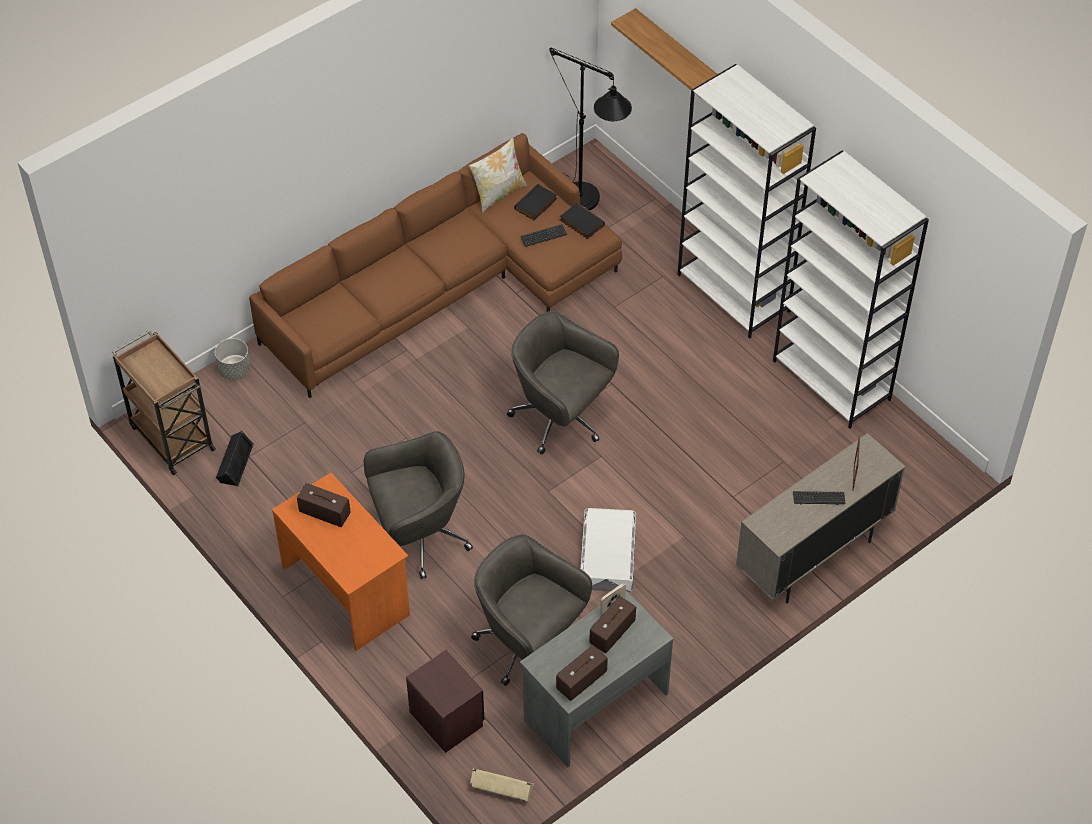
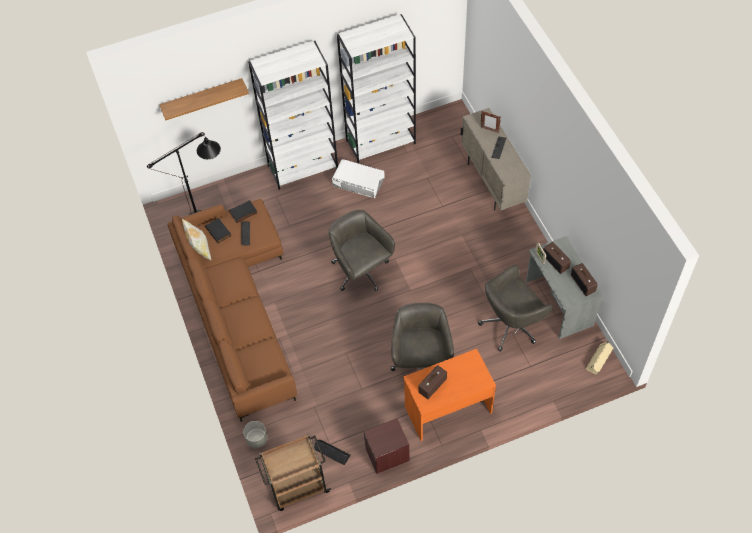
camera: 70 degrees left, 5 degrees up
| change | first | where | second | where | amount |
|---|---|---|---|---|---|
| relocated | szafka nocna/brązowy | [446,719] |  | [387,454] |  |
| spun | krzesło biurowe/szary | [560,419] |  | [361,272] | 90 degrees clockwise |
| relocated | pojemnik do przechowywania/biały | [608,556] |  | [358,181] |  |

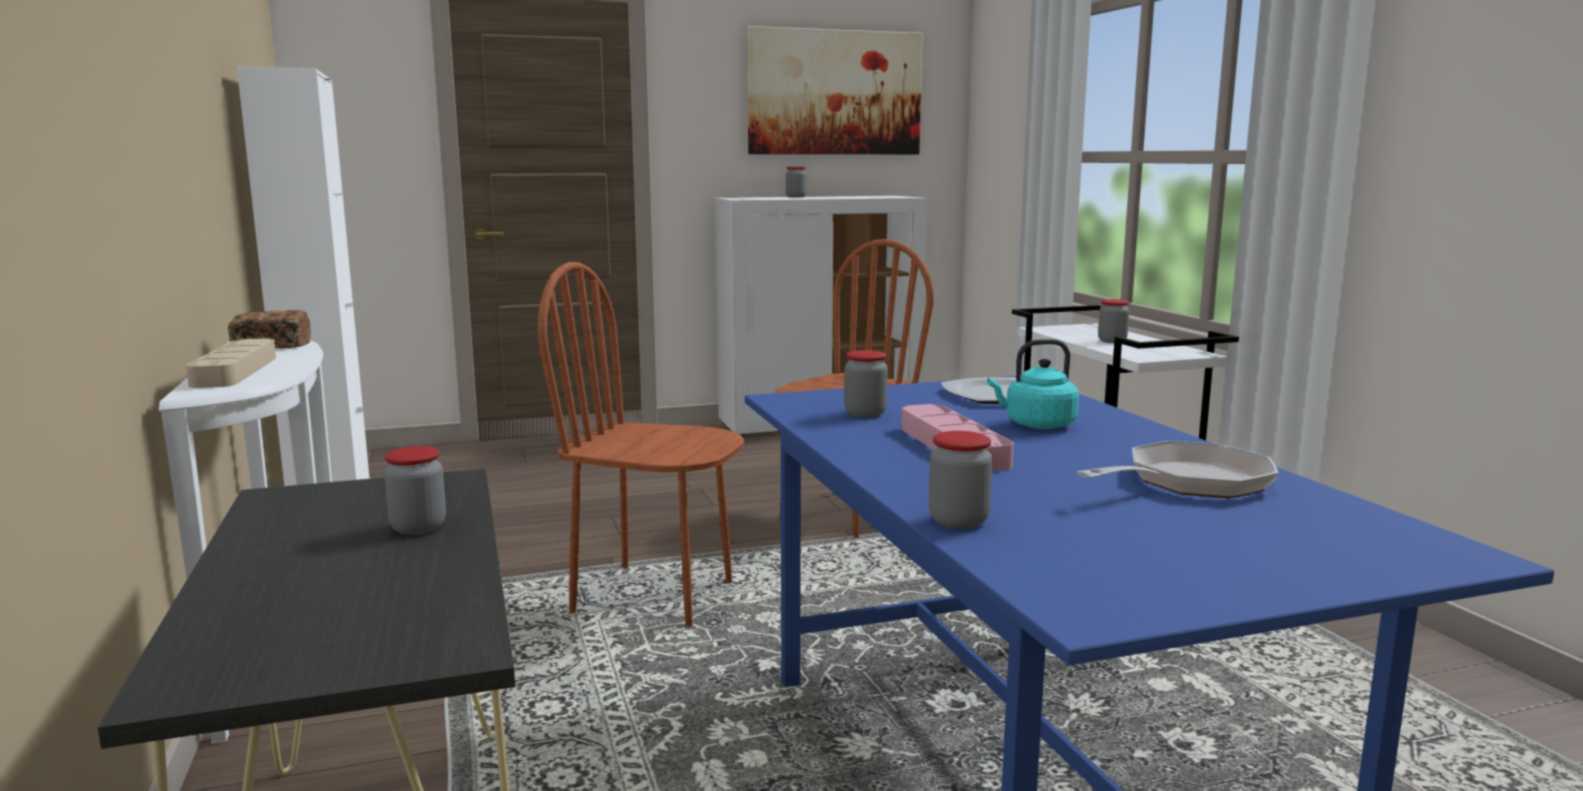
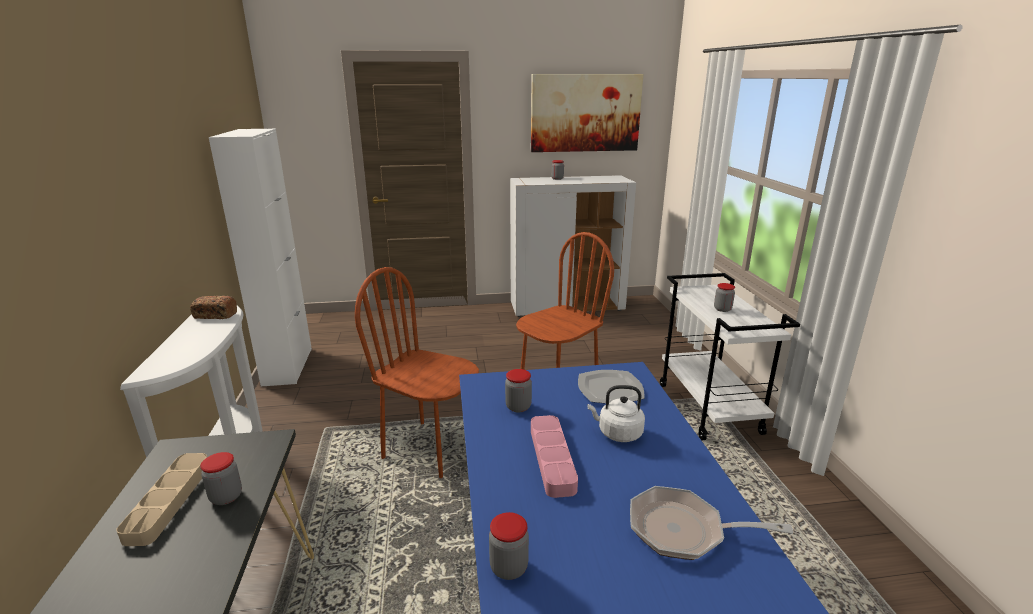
camera: 10 degrees right, 10 degrees up
| change | first | where | second | where | amount |
|---|---|---|---|---|---|
| relocated | taca/beżowy | [235,371] |  | [169,501] |  |
| colour | czajnik/turkusowy | [1036,425] | czajnik/biały | [617,433] |  |
| spun | patelnia | [1189,482] |  | [684,530] | 150 degrees counterclockwise |

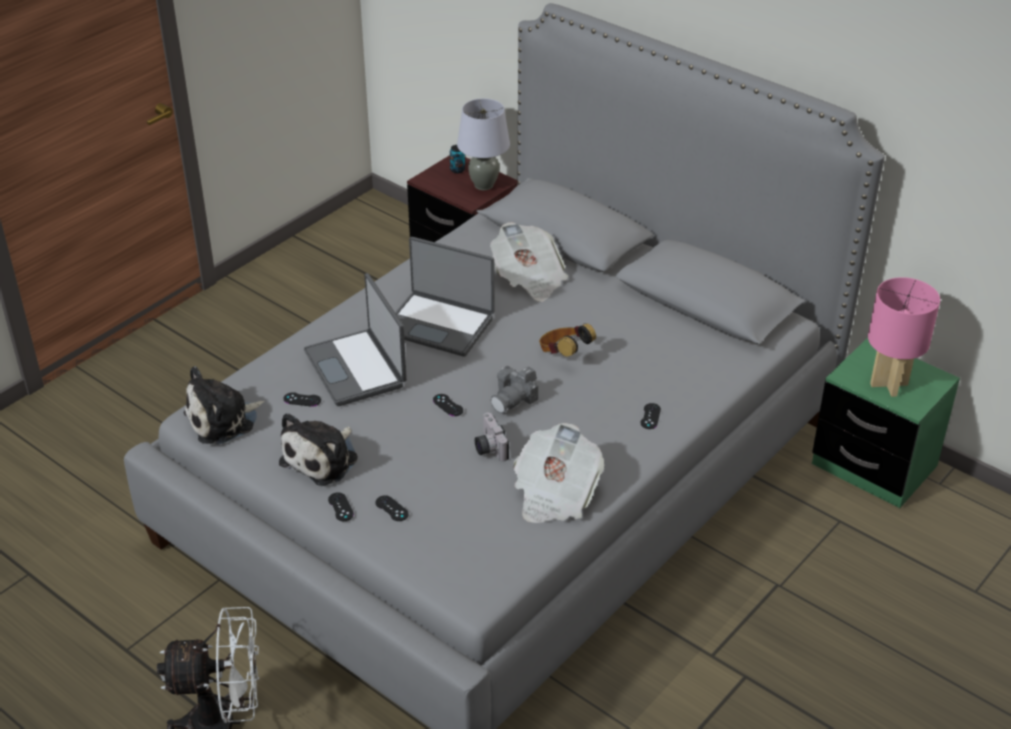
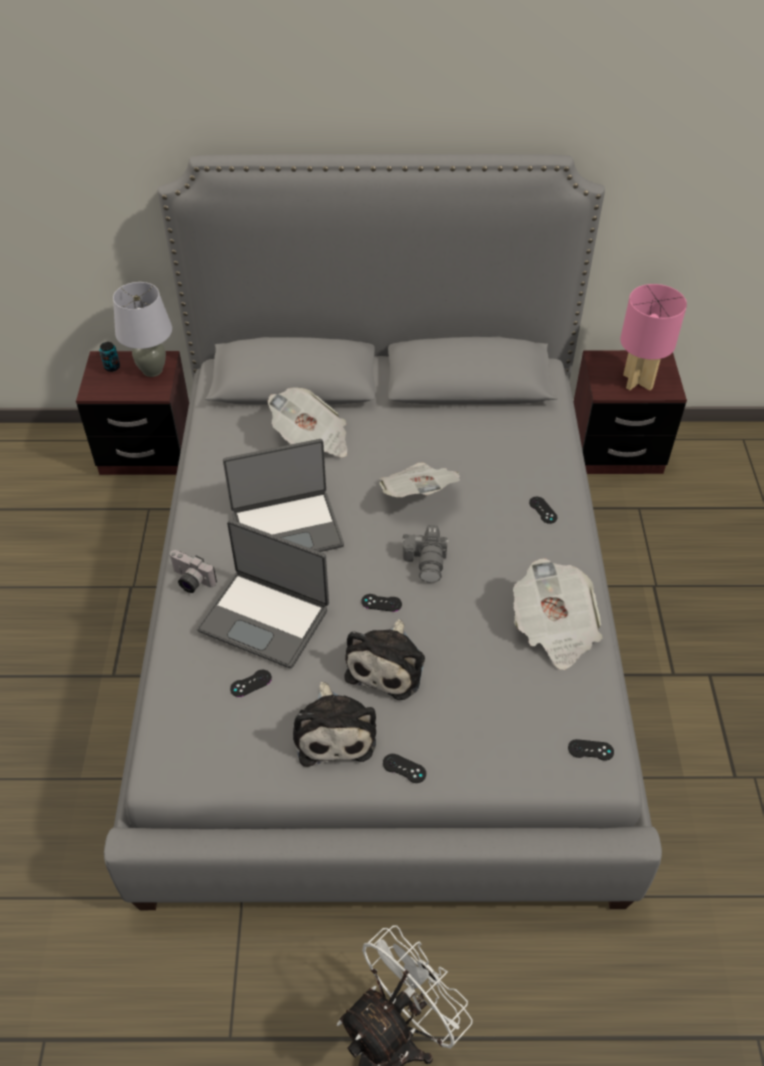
camera: 40 degrees left, 10 degrees up
| change | first | where | second | where | amount |
|---|---|---|---|---|---|
| relocated | pluszak | [224,420] |  | [388,664] |  |
| relocated | pad do gier/czarny | [391,508] |  | [590,750] |  |
| relocated | aparat fotograficzny | [488,447] |  | [190,581] |  |
| exchanged | słuchawki | [564,354] | gazeta | [418,494] |  |
| colour | szafka nocna/zielony | [873,465] | szafka nocna/brązowy | [615,450] |  |

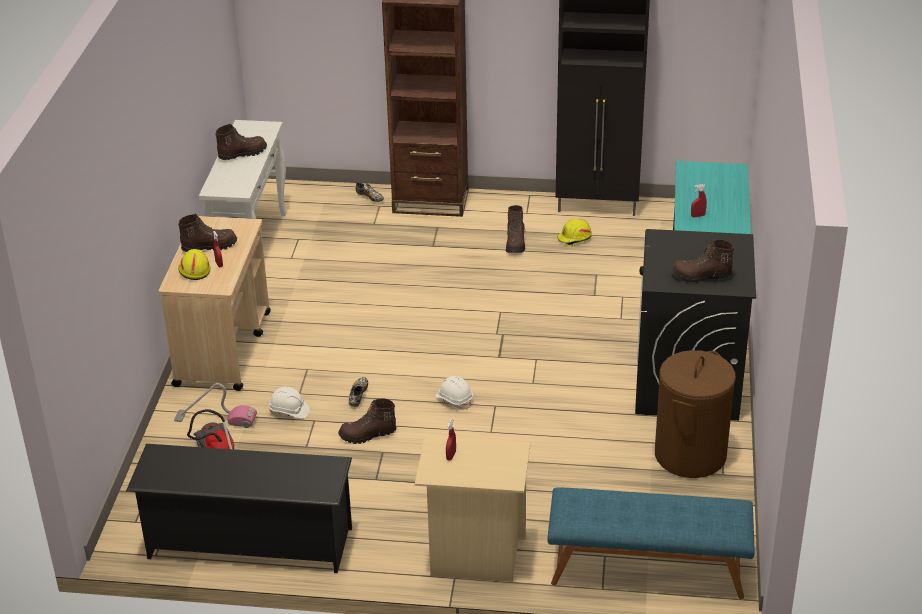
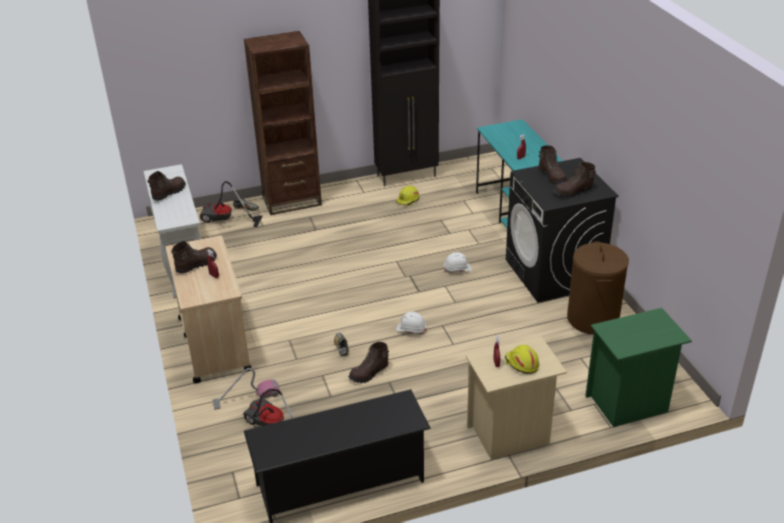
camera: 25 degrees left, 0 degrees up
| change | first | where | second | where | amount |
|---|---|---|---|---|---|
| relocated | kask/żółty | [194,270] |  | [521,364] |  |
| relocated | kask/biały | [289,411] |  | [457,269] |  |
| relocated | but z cholewką/brązowy | [515,243] |  | [552,177] |  |
| exchanged | ławka/niebieski | [647,570] | szafka nocna/zielony | [628,404] |  |
| appeared |  |  | odkurzacz | [225,220] |  |

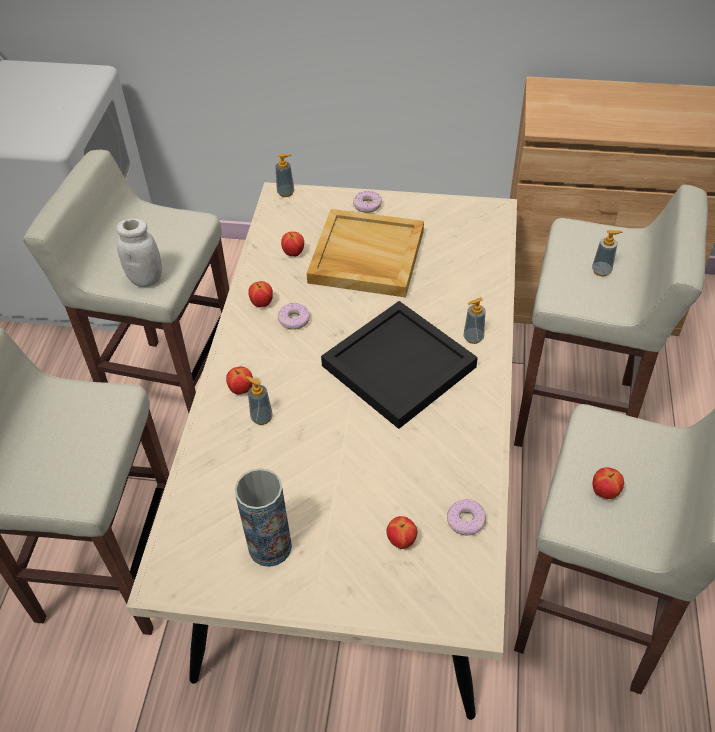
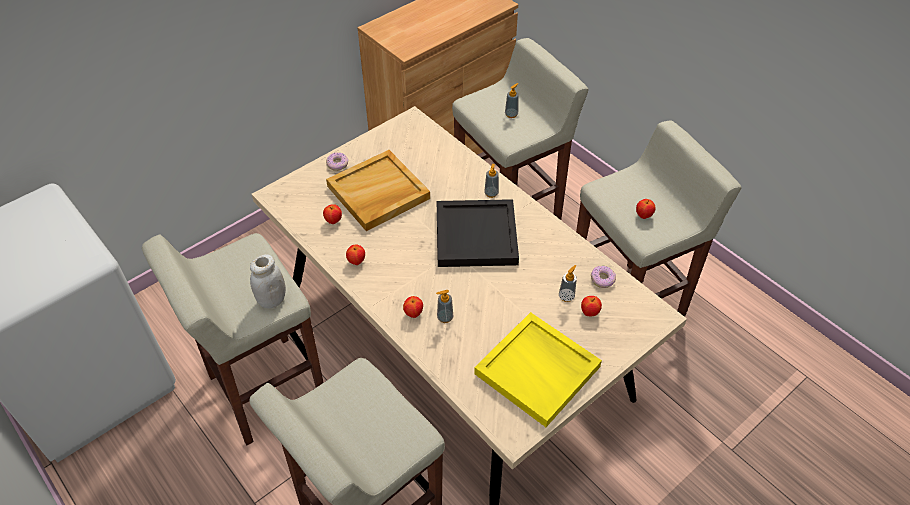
camera: 50 degrees left, 0 degrees up
| change | first | where | second | where | amount |
|---|---|---|---|---|---|
| exchanged | wazon | [270,547] | taca/żółty | [538,370] |  |
| relocated | dozownik mydła | [286,192] |  | [566,296] |  |
| missing | donut | [294,320] |  |  |  |

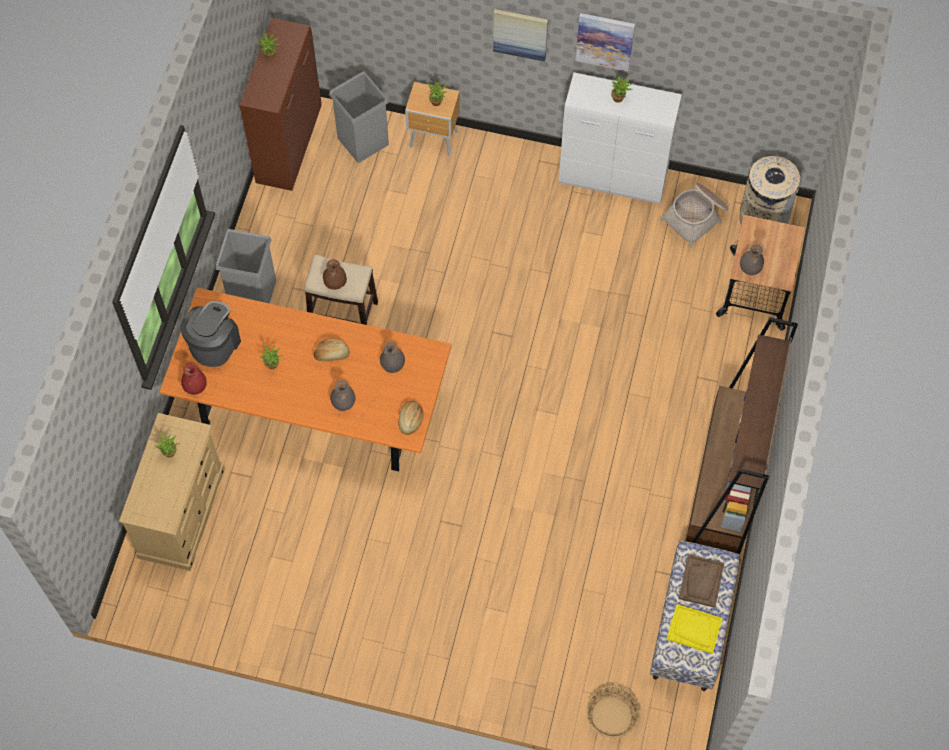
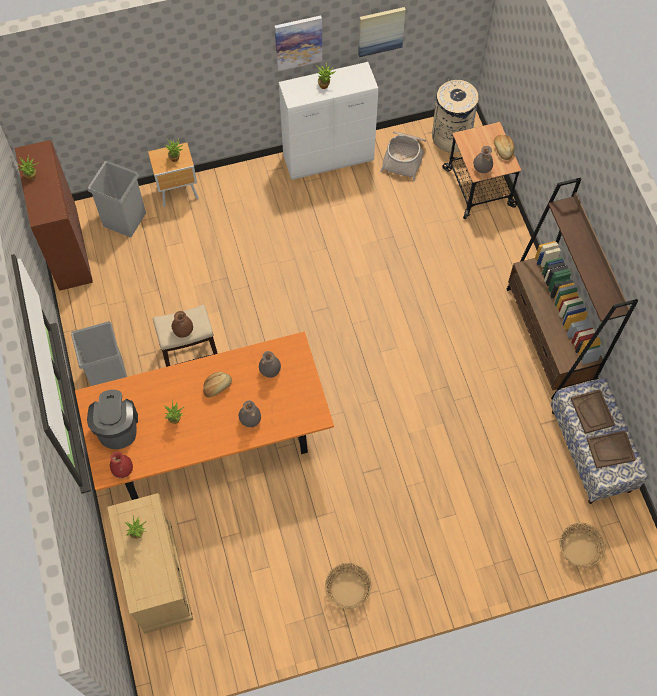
camera: 30 degrees left, 0 degrees up
| change | first | where | second | where | amount |
|---|---|---|---|---|---|
| relocated | chleb | [410,420] |  | [502,150] |  |
| relocated | obraz | [520,33] |  | [380,31] |  |
| colour | taca/żółty | [694,629] | taca/brązowy | [610,450] |  |
| appeared |  |  | koszyk | [347,589] |  |

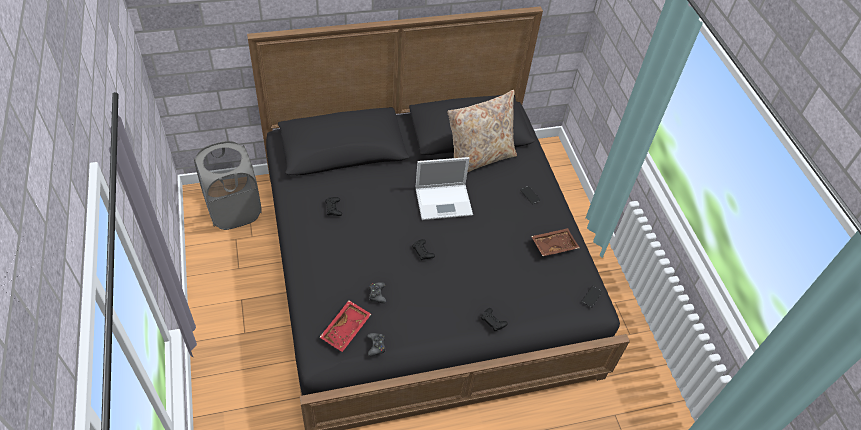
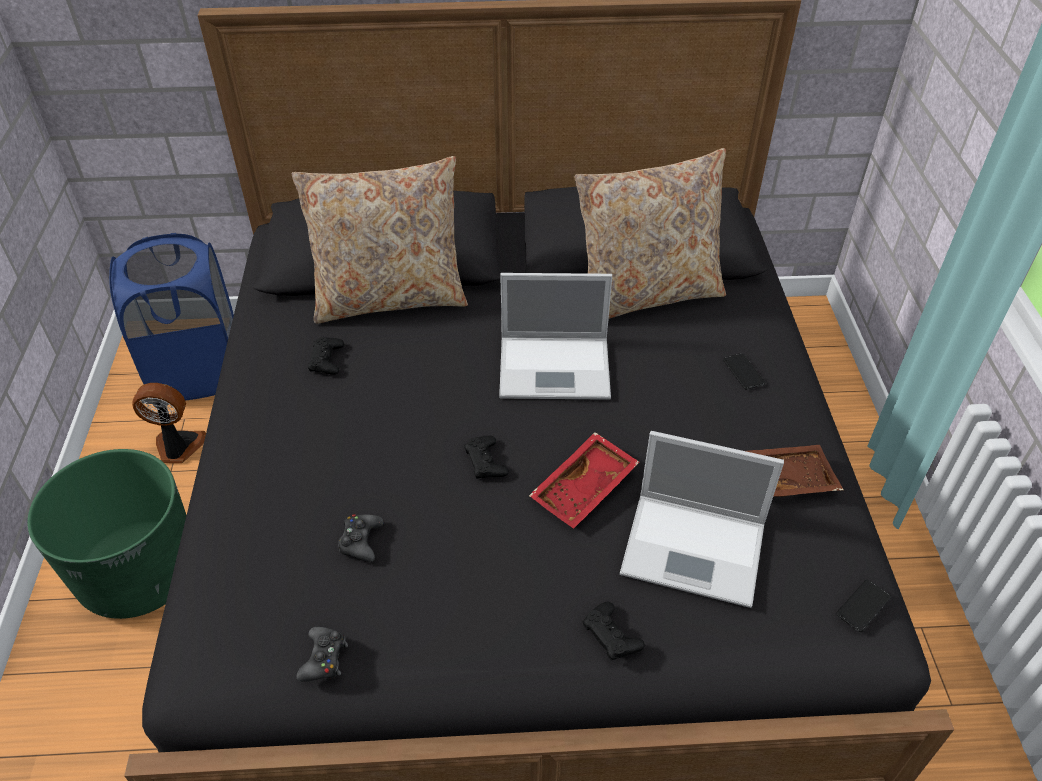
camera: 15 degrees right, 5 degrees down
| change | first | where | second | where | amount |
|---|---|---|---|---|---|
| colour | kosz na pranie/szary | [234,210] | kosz na pranie/niebieski | [198,370] |  |
| relocated | taca/czerwony | [346,329] |  | [585,489] |  |
| appeared |  |  | donica/zielony | [139,573] |  |
| appeared |  |  | wentylator | [178,447] |  |
| appeared |  |  | poduszka/beżowy | [390,297] |  |
| appeared |  |  | laptop | [696,549] |  |

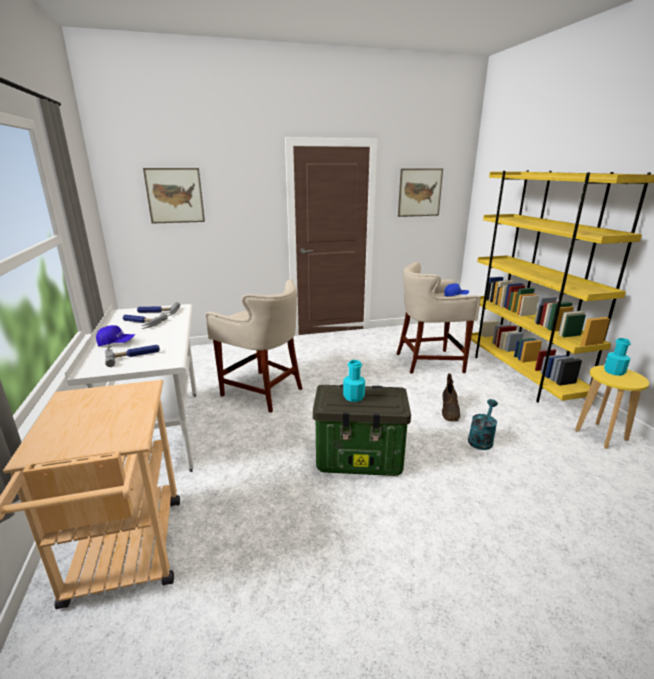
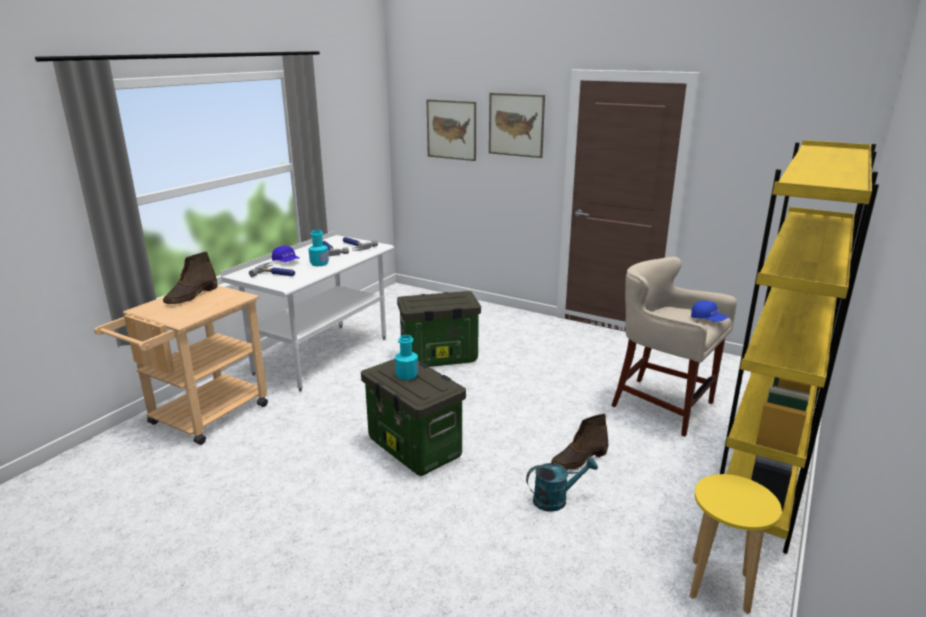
camera: 45 degrees right, 0 degrees up
| change | first | where | second | where | amount |
|---|---|---|---|---|---|
| exchanged | stołek/beżowy | [262,391] | pojemnik do przechowywania | [438,357] |  |
| relocated | obraz | [420,192] |  | [516,125] |  |
| relocated | butelka/turkusowy | [614,371] |  | [319,263] |  |
| appeared |  |  | but z cholewką/brązowy | [191,296] |  |

